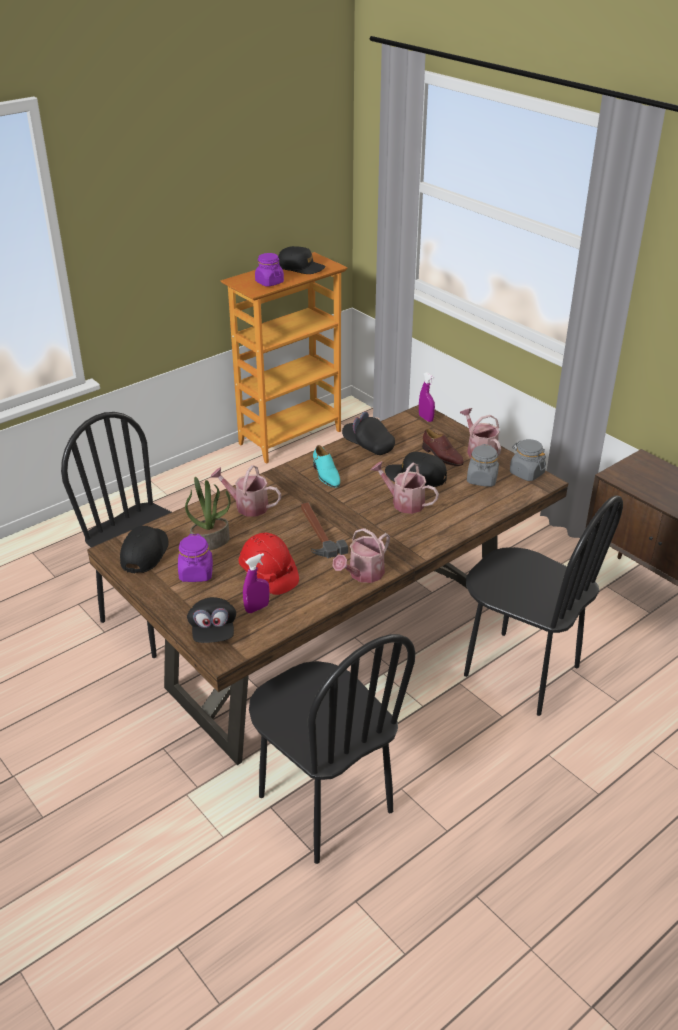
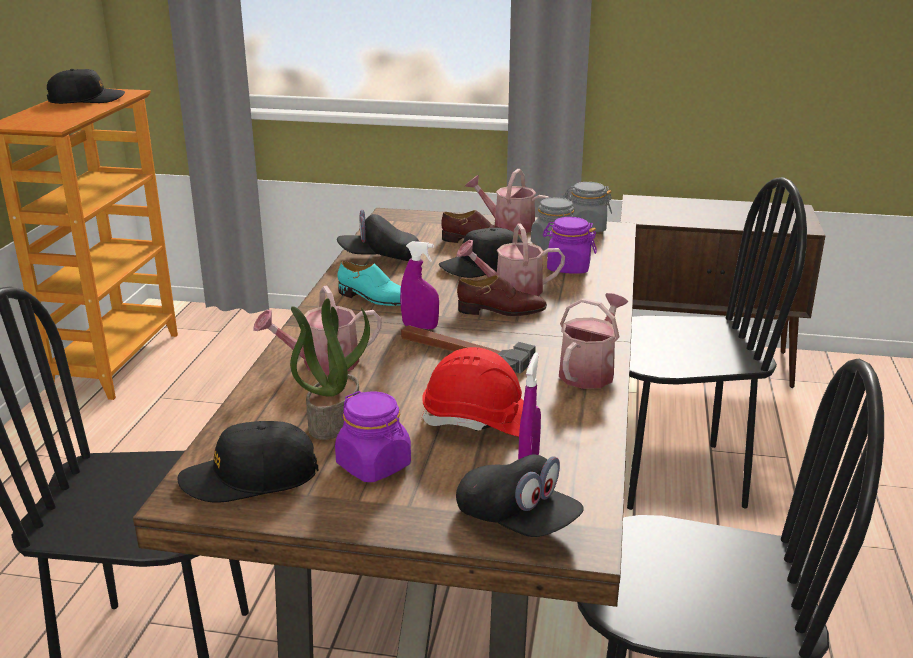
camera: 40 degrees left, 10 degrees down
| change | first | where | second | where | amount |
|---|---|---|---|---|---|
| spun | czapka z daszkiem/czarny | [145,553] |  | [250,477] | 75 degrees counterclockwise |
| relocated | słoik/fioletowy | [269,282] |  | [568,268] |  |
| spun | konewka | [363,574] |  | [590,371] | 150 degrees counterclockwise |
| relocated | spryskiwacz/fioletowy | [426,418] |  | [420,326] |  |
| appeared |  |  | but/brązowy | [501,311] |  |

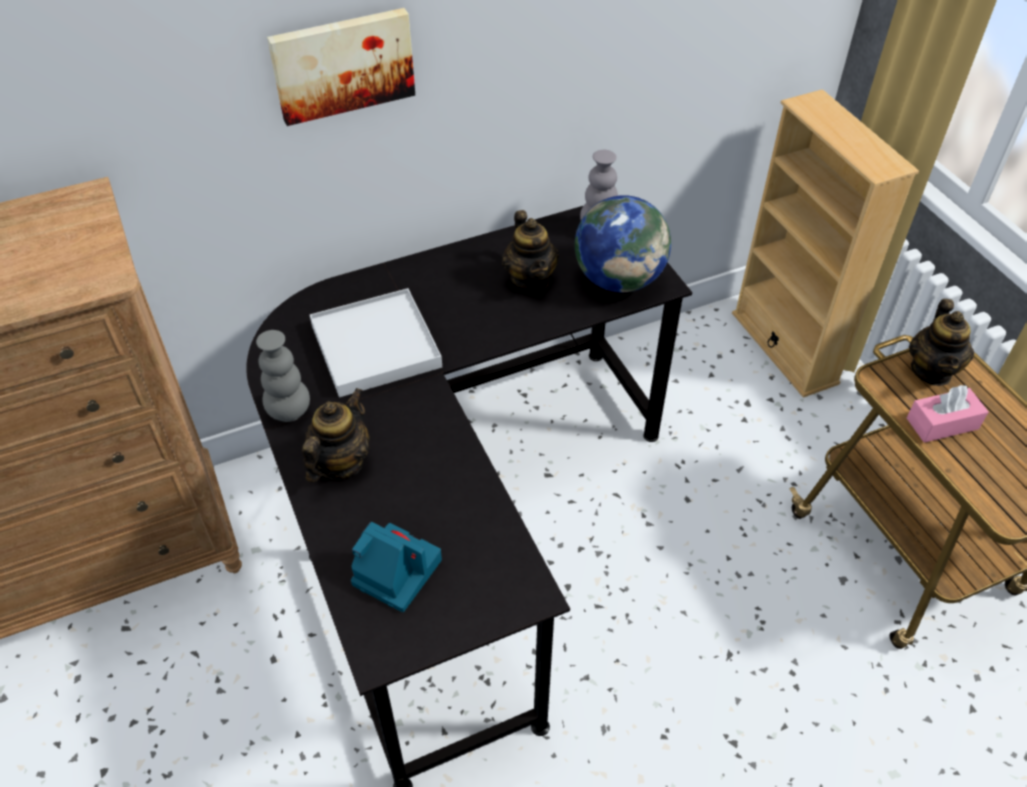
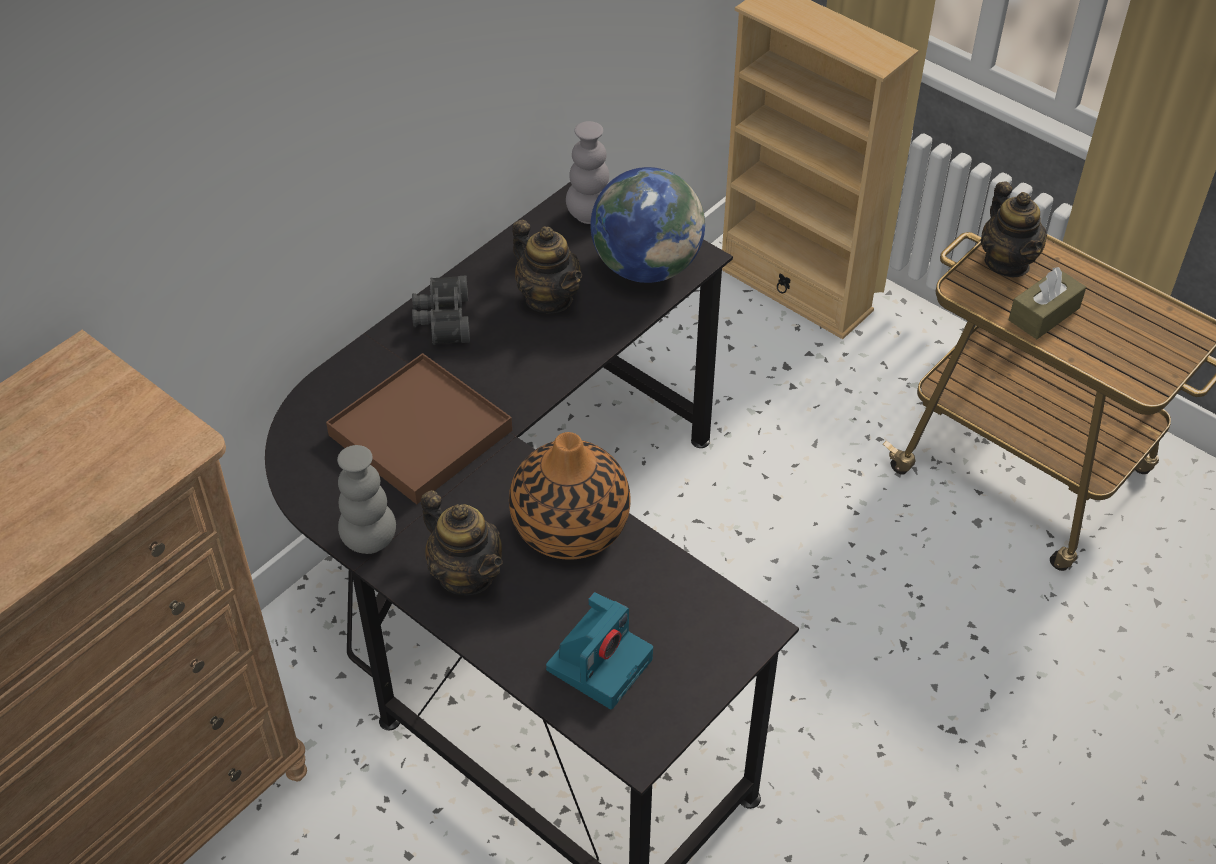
camera: 25 degrees left, 0 degrees up
| change | first | where | second | where | amount |
|---|---|---|---|---|---|
| missing | obraz | [342,64] |  |  |  |
| spun | imbryk | [340,463] |  | [466,574] | 135 degrees clockwise |
| colour | taca/biały | [375,346] | taca/brązowy | [420,433] |  |
| spun | aparat fotograficzny | [394,571] |  | [600,662] | 120 degrees clockwise |
| colour | pudełko chusteczek/różowy | [942,423] | pudełko chusteczek/brązowy | [1044,314] |  |
| appeared |  |  | lornetka/czarny | [441,319] |  |
| appeared |  |  | wazon | [570,525] |  |

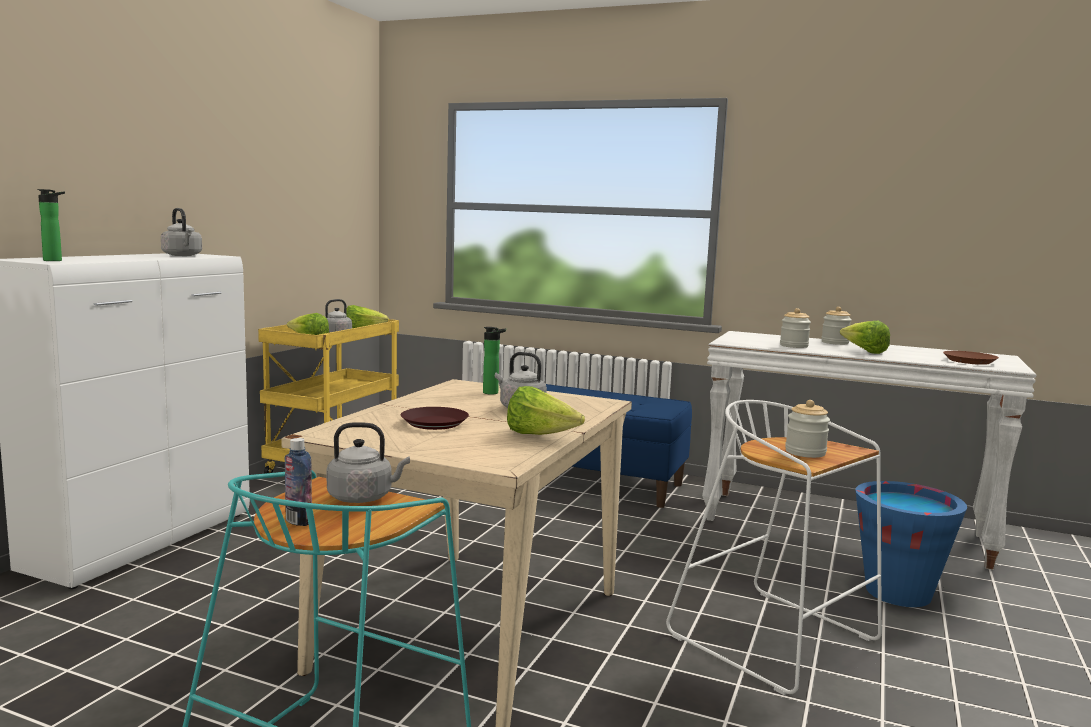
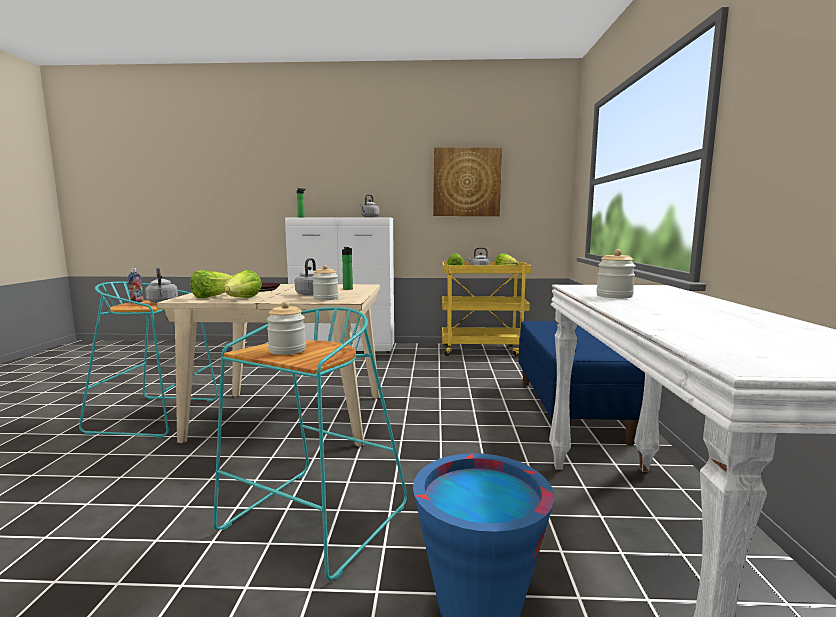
camera: 70 degrees right, 0 degrees up
| change | first | where | second | where | amount |
|---|---|---|---|---|---|
| colour | stołek/biały | [777,639] | stołek/turkusowy | [314,521] |  |
| relocated | słoik | [835,342] |  | [326,298] |  |
| relocated | sałata | [864,351] |  | [213,297] |  |
| missing | talerz/brązowy | [969,361] |  |  |  |
| appeared |  |  | obraz | [466,182] |  |

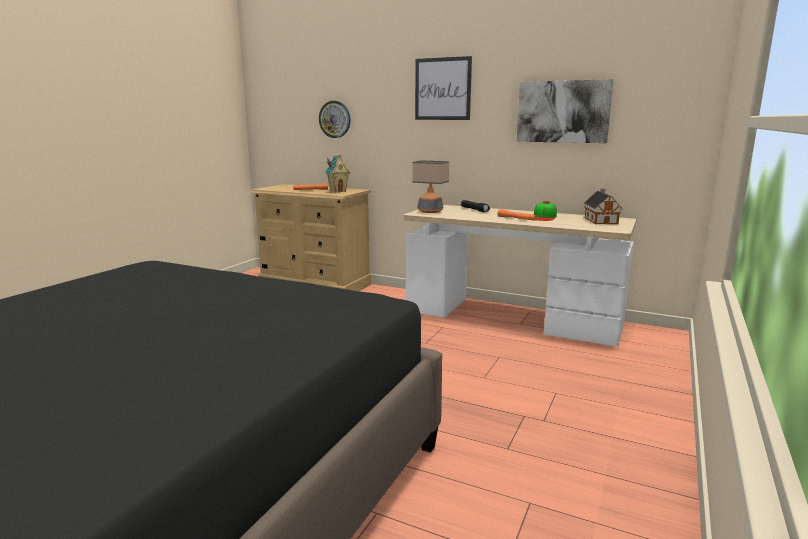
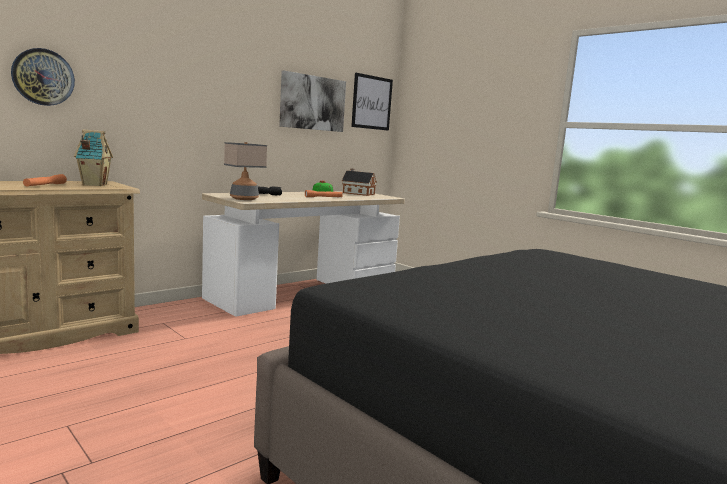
camera: 70 degrees left, 5 degrees down
| change | first | where | second | where | amount |
|---|---|---|---|---|---|
| relocated | obraz | [442,89] |  | [372,102] |  |

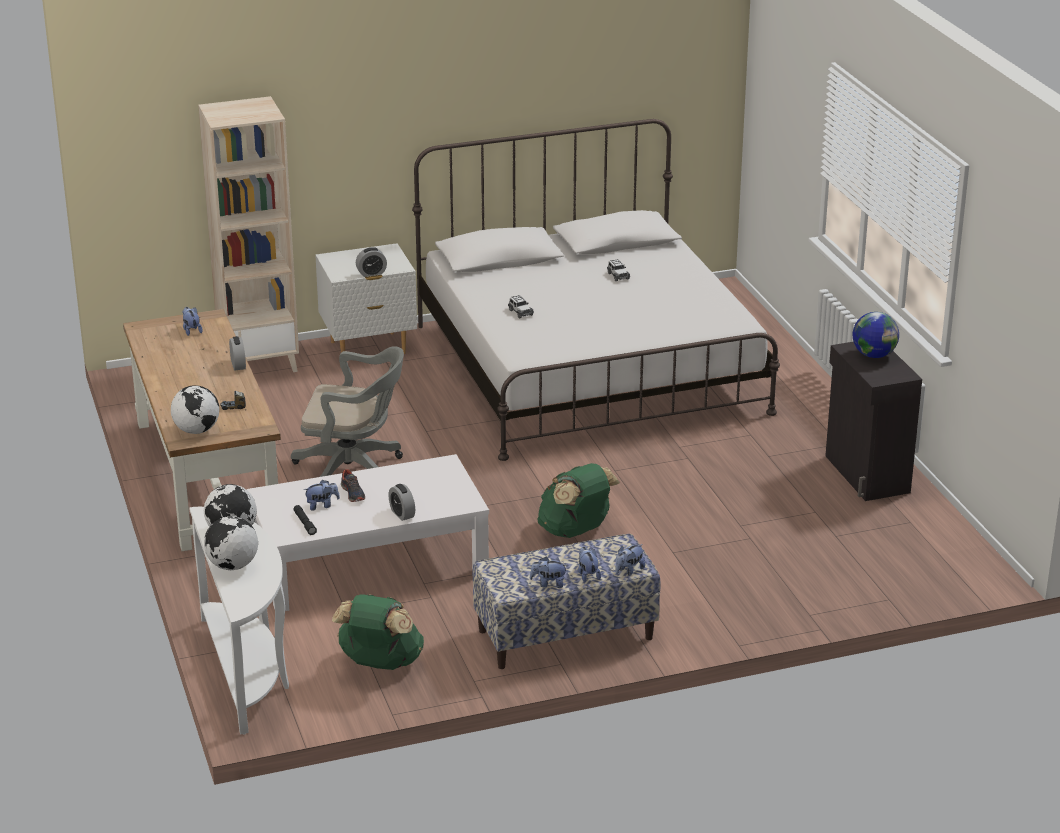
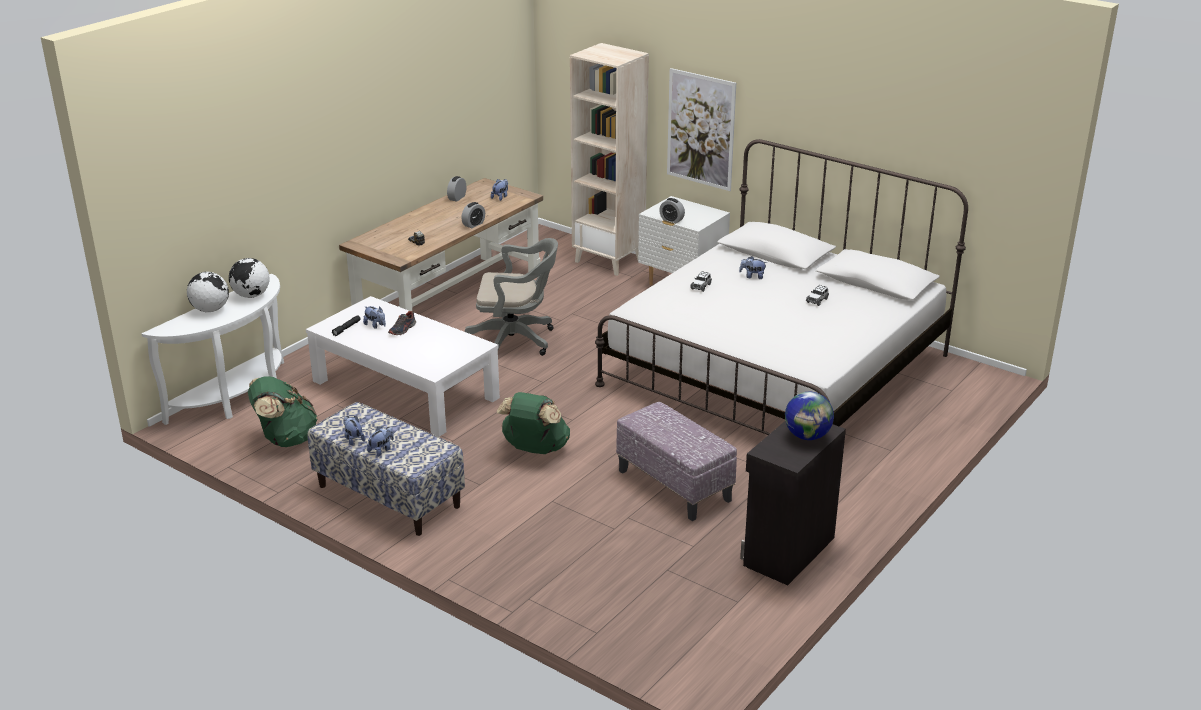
camera: 55 degrees right, 0 degrees up
| change | first | where | second | where | amount |
|---|---|---|---|---|---|
| missing | globus | [196,430] |  |  |  |
| spun | krzesło biurowe/szary | [354,470] |  | [516,340] | 60 degrees counterclockwise |
| relocated | budzik | [402,514] |  | [457,198] |  |
| relocated | pluszak | [629,570] |  | [752,276] |  |
| appeared |  |  | pufa | [673,485] |  |
| appeared |  |  | obraz | [700,129] |  |

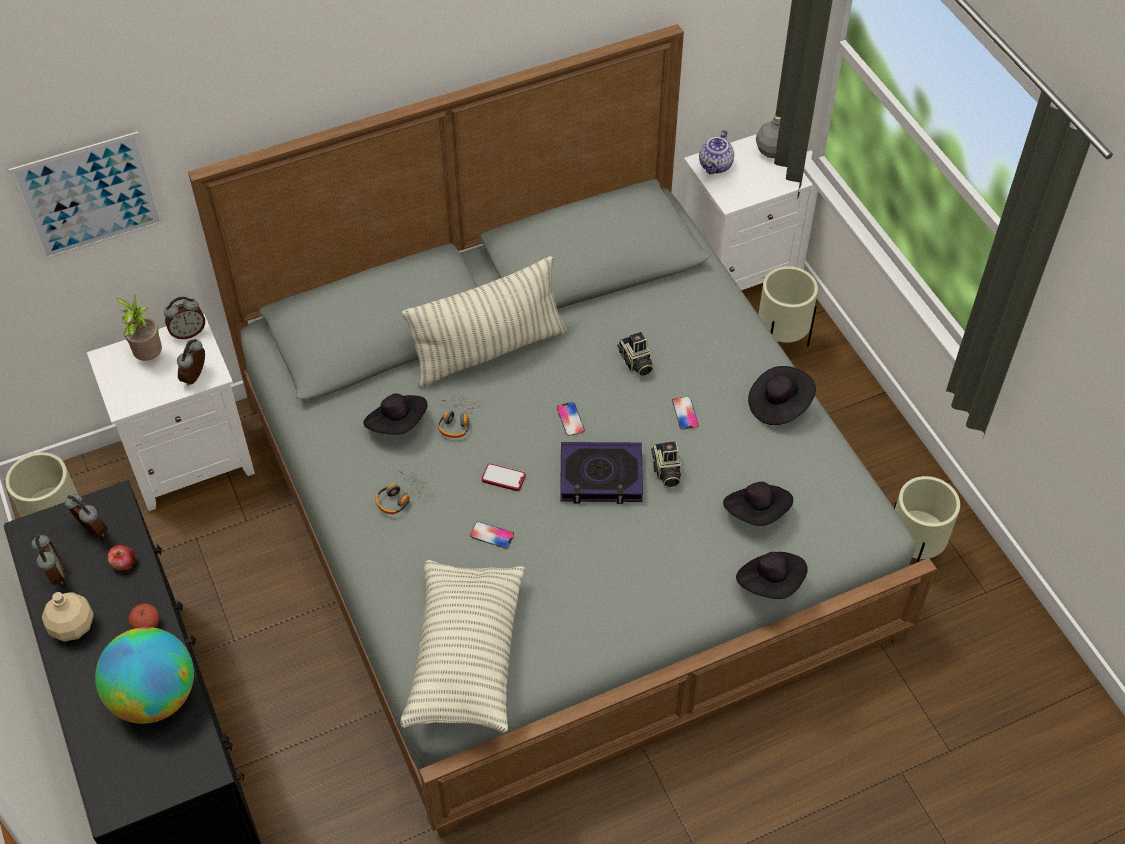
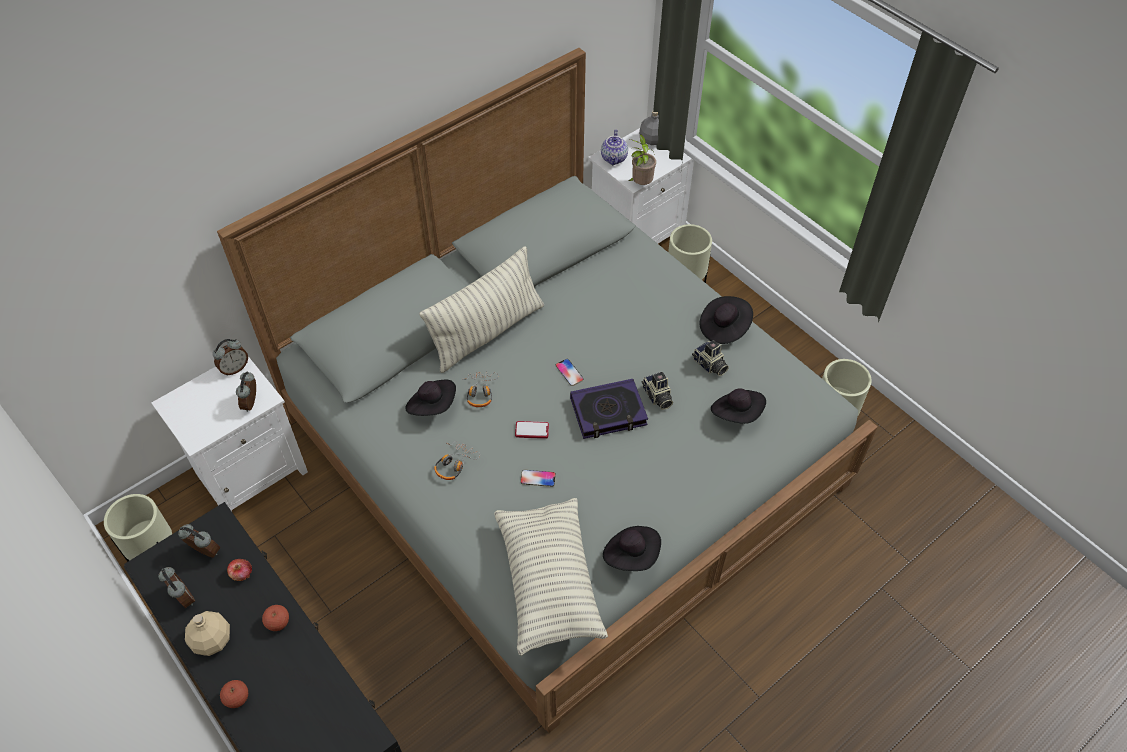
camera: 15 degrees left, 0 degrees up
| change | first | where | second | where | amount |
|---|---|---|---|---|---|
| missing | obraz | [89,196] |  |  |  |
| missing | globus | [155,696] |  |  |  |
| relocated | roślina doniczkowa | [148,356] |  | [640,184] |  |
| relocated | aparat fotograficzny | [635,363] |  | [709,365] |  |
| missing | telefon | [685,413] |  |  |  |
| relocated | kapelusz/czarny | [770,583] |  | [631,555] |  |
| appeared |  |  | jabłko | [237,699] |  |

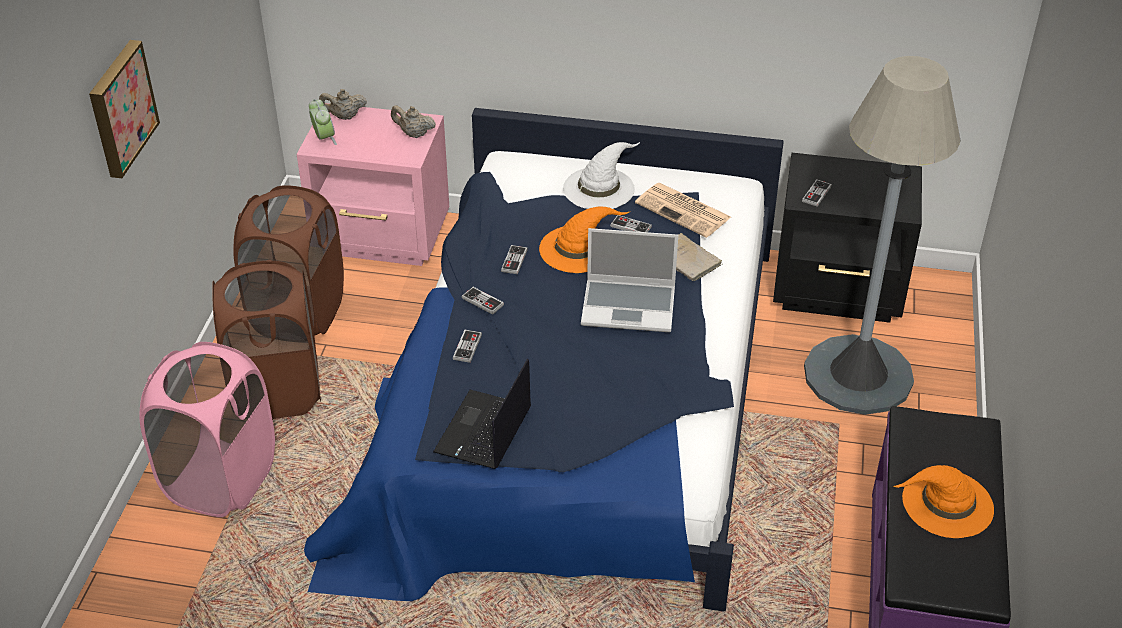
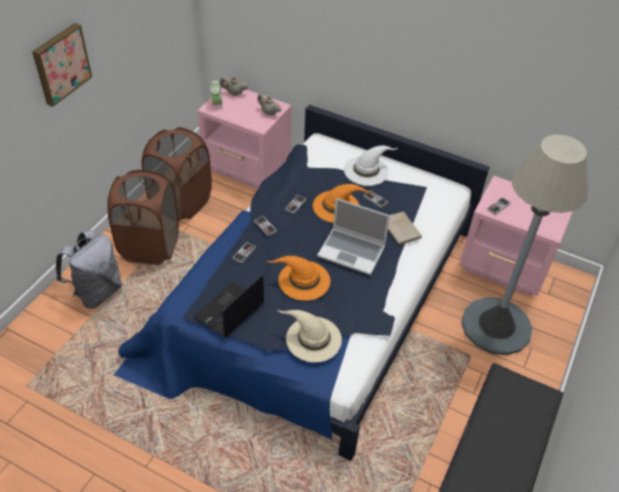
camera: 15 degrees right, 5 degrees up
| change | first | where | second | where | amount |
|---|---|---|---|---|---|
| exchanged | kosz na pranie/różowy | [221,480] | plecak/szary | [97,292] |  |
| missing | gazeta | [684,211] |  |  |  |
| colour | szafka nocna/czarny | [839,292] | szafka nocna/różowy | [505,268] |  |
| relocated | kapelusz/pomarańczowy | [946,504] |  | [303,280] |  |
| appeared |  |  | kapelusz/beżowy | [312,339] |  |

